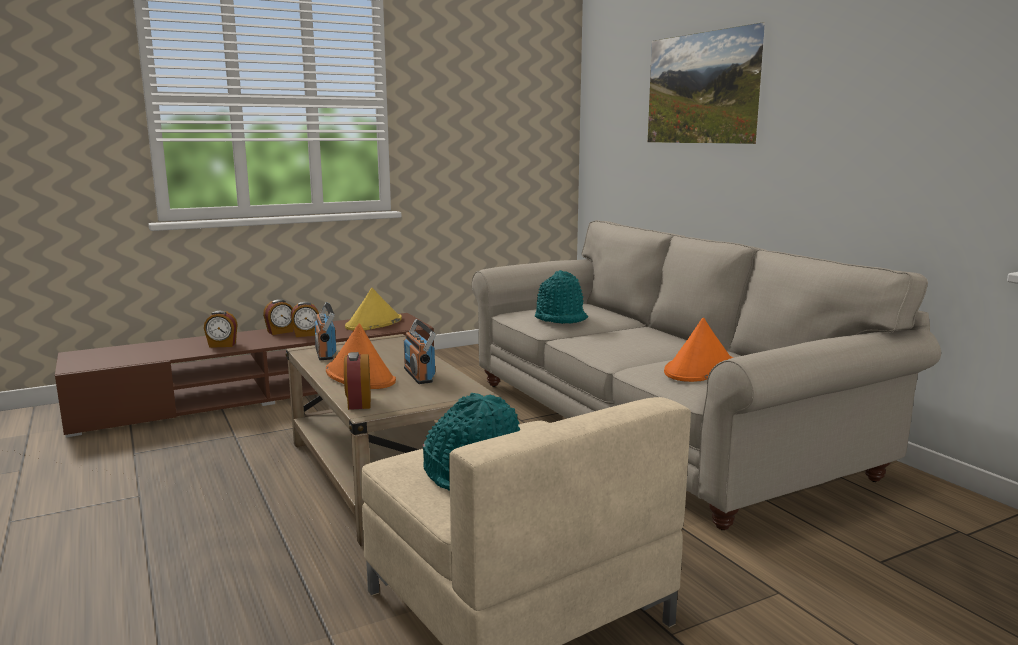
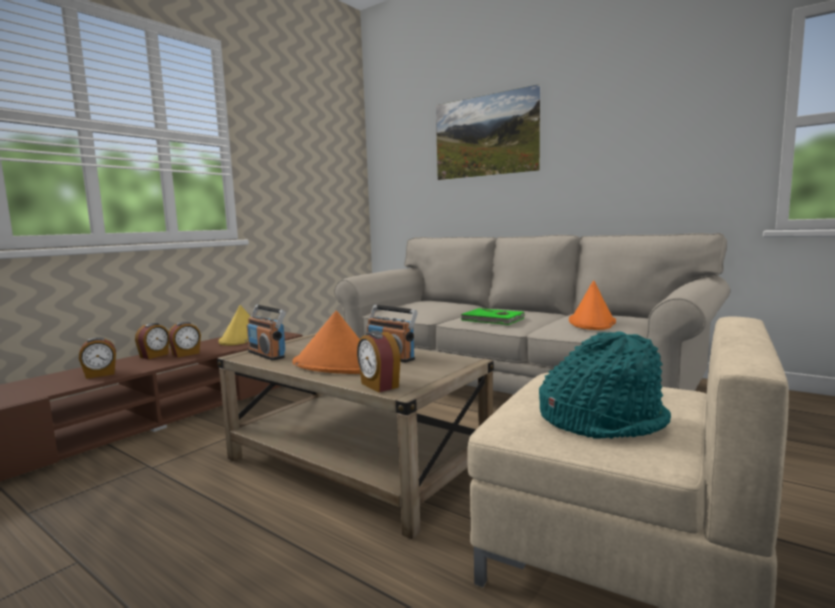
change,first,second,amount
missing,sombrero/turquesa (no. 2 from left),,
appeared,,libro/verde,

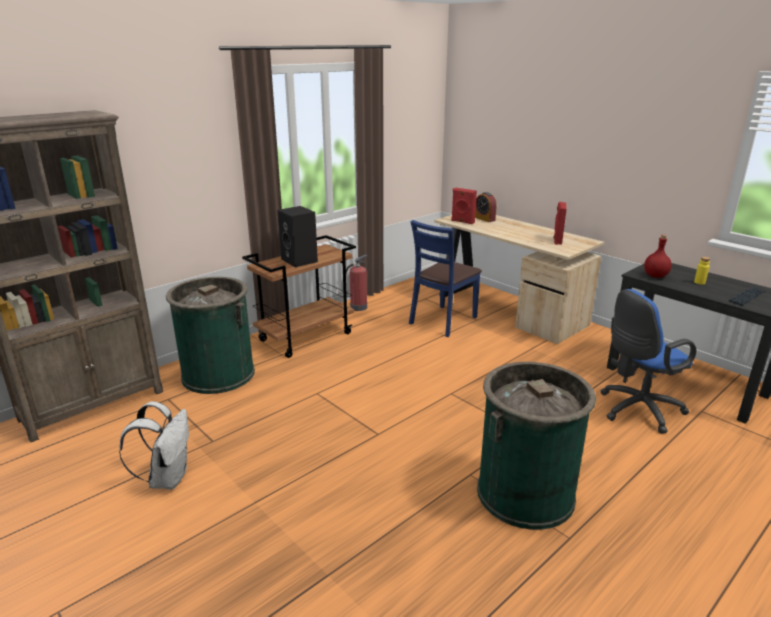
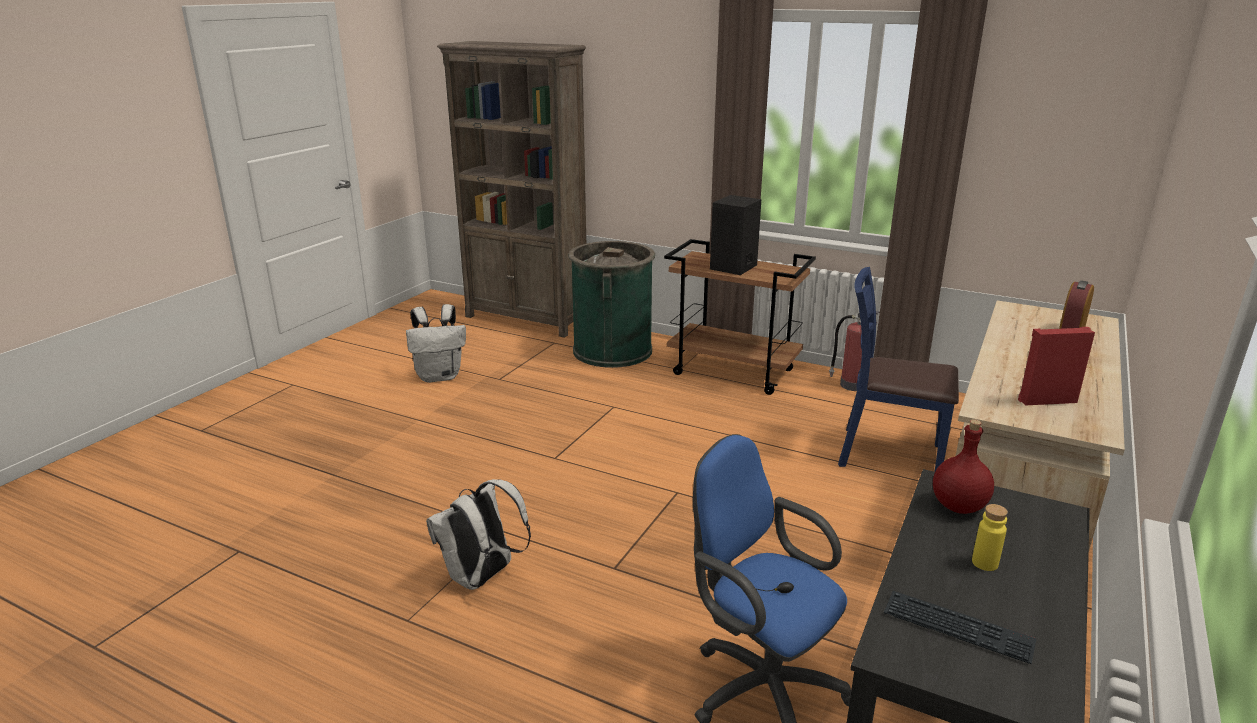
change,first,second,amount
missing,altavoz/rojo (no. 1 from left),,
exchanged,papelera/verde (no. 2 from left),mochila/blanco (no. 2 from left),

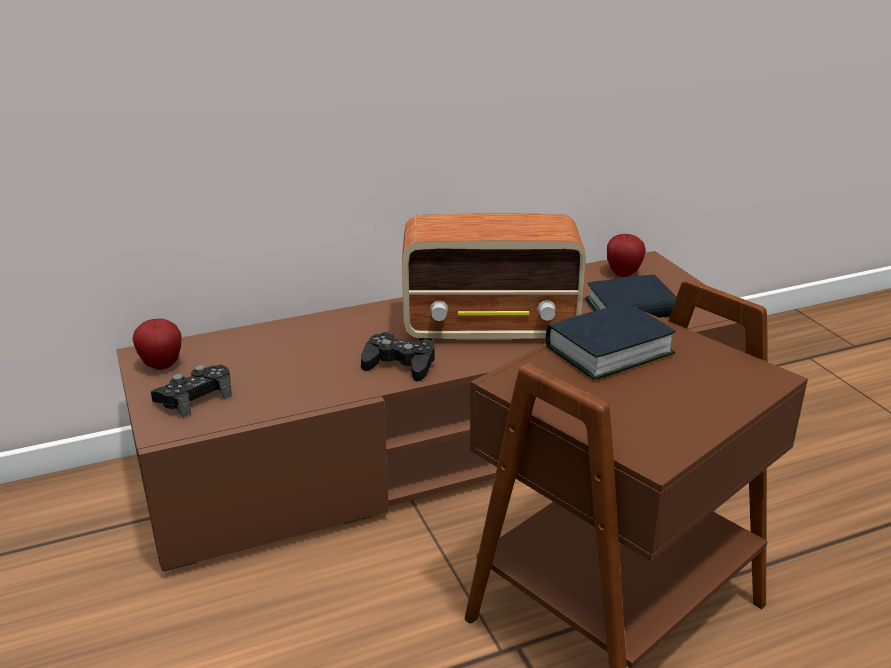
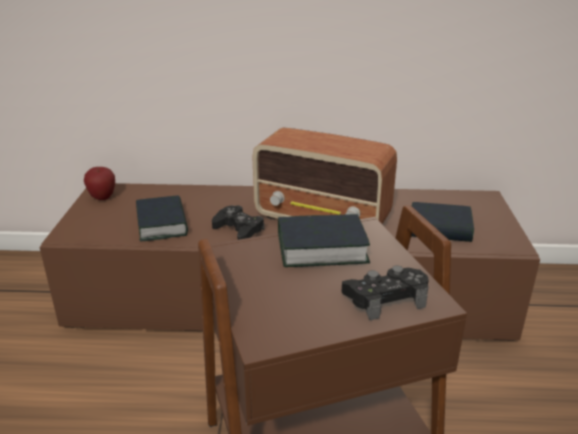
change,first,second,amount
relocated,mando de consola/negro (no. 1 from left in the first image),mando de consola/negro (no. 2 from left),
missing,manzana (no. 2 from left),,
appeared,,libro (no. 1 from left),

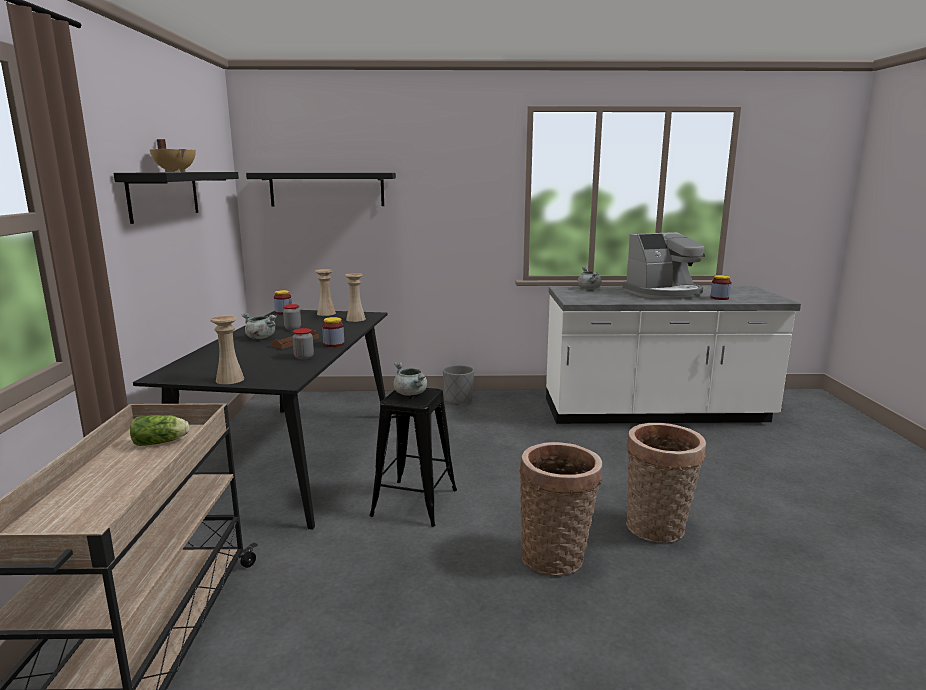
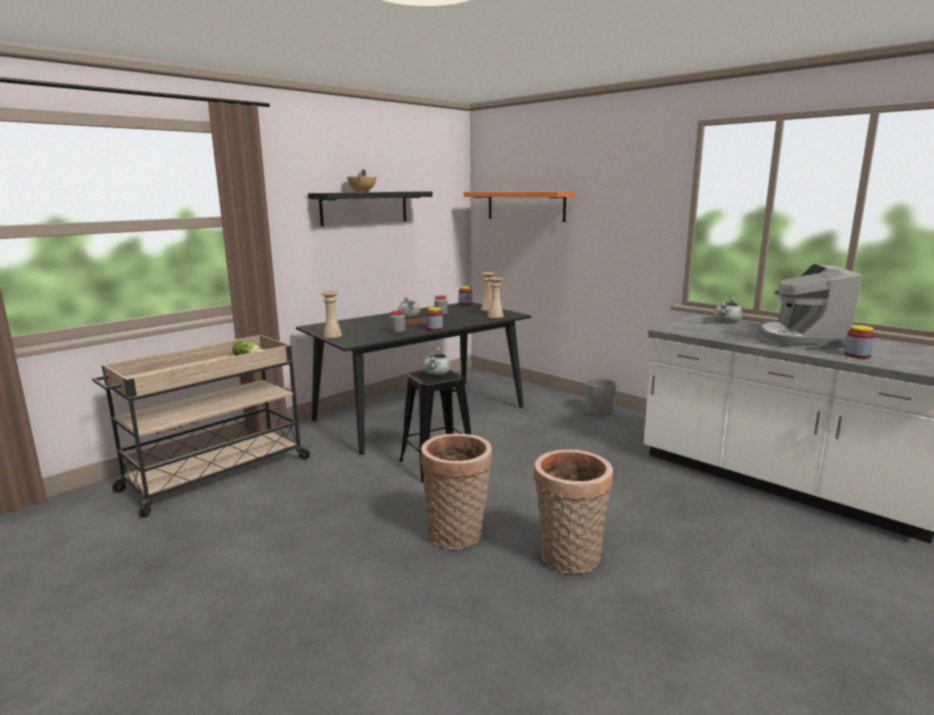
change,first,second,amount
colour,estante/negro (no. 2 from left),estante/naranja,
spun,cafetera,,75 degrees clockwise

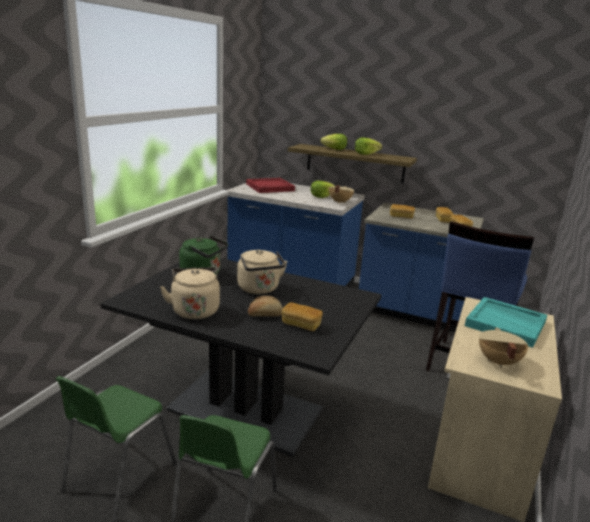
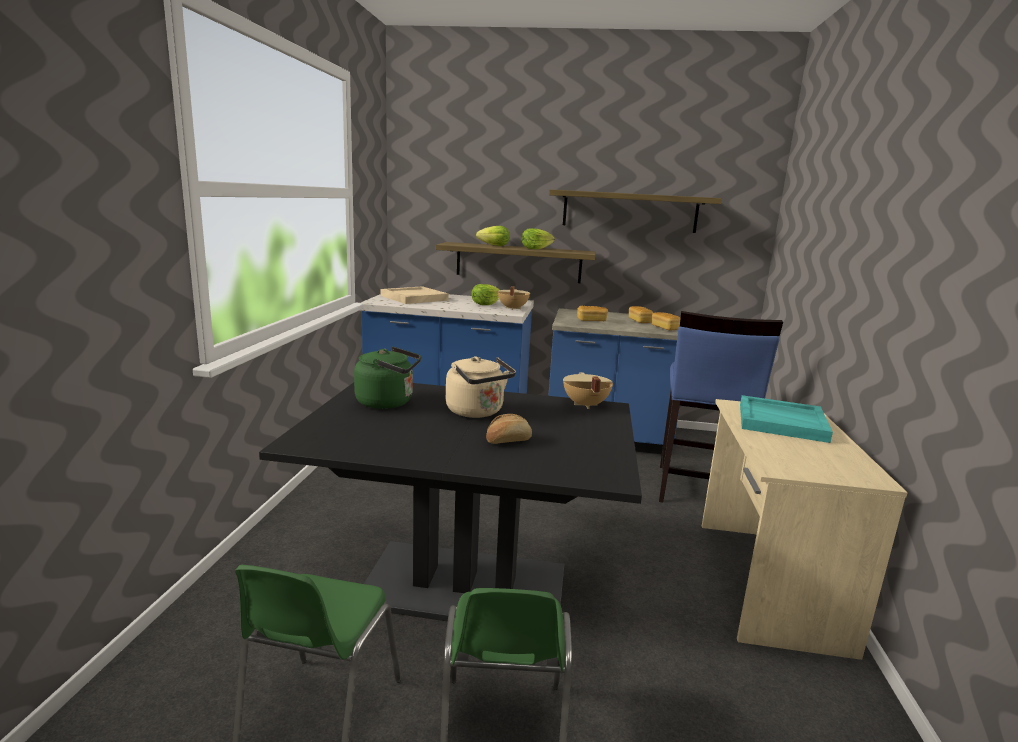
change,first,second,amount
missing,hervidor/beis (no. 1 from left),,
colour,bandeja/rojo,bandeja/beis,
missing,pan (no. 2 from left),,
relocated,olla/beis (no. 2 from left),,
appeared,,estante (no. 2 from left),

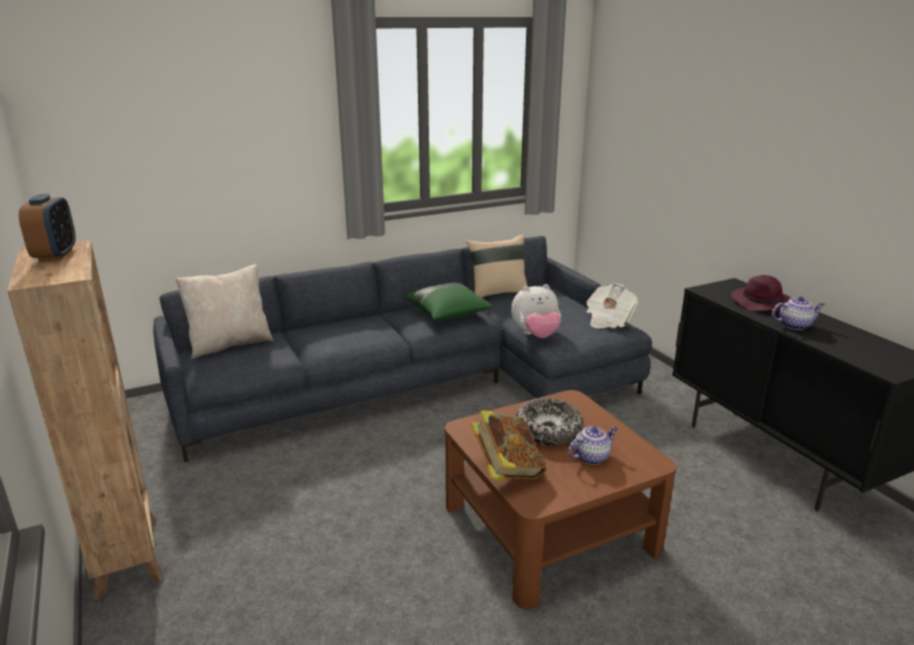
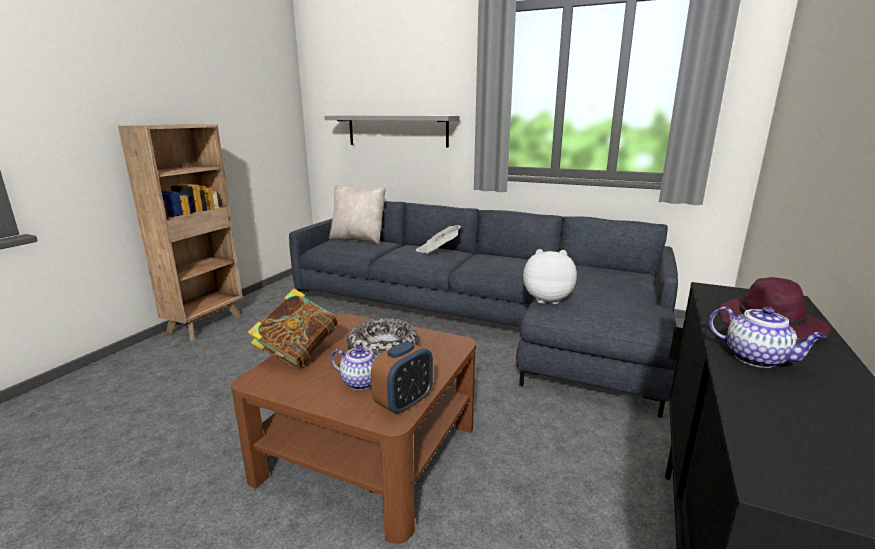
change,first,second,amount
relocated,despertador,,
missing,cojín/verde,,
missing,cojín/beis (no. 2 from left),,
spun,peluche,,150 degrees clockwise
relocated,periódico,,
appeared,,estante/gris,

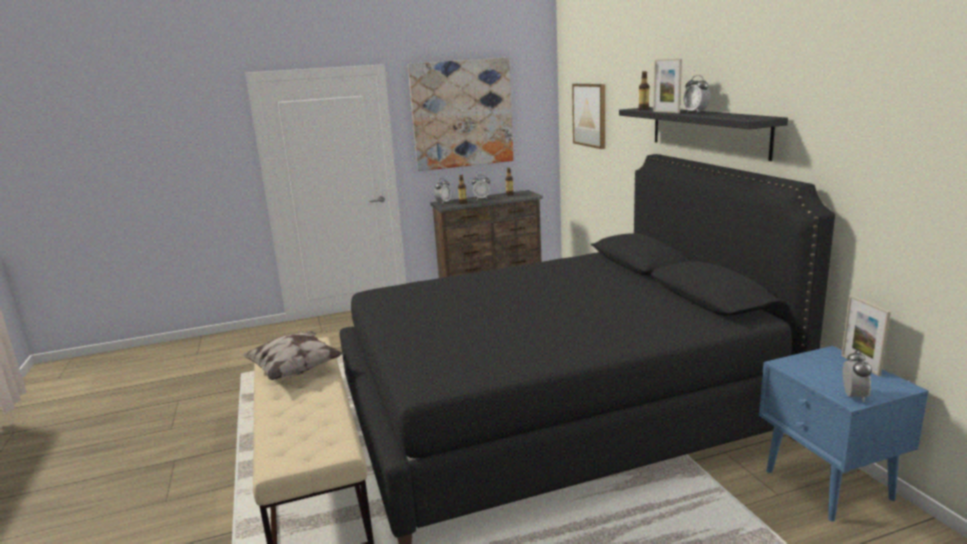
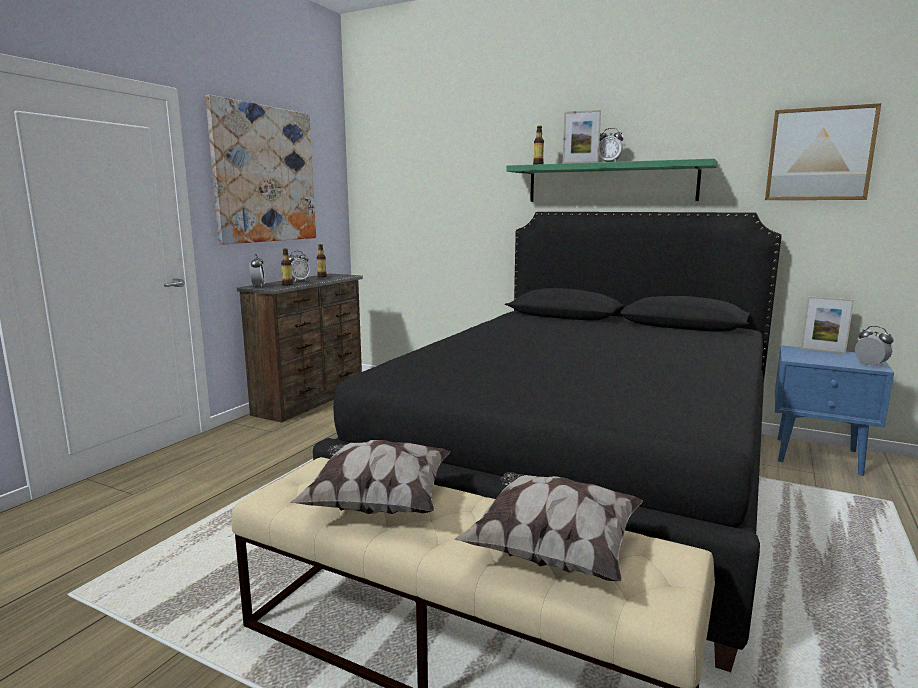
change,first,second,amount
relocated,cuadro (no. 2 from left),,
colour,estante/negro,estante/verde,
appeared,,cojín (no. 2 from left),

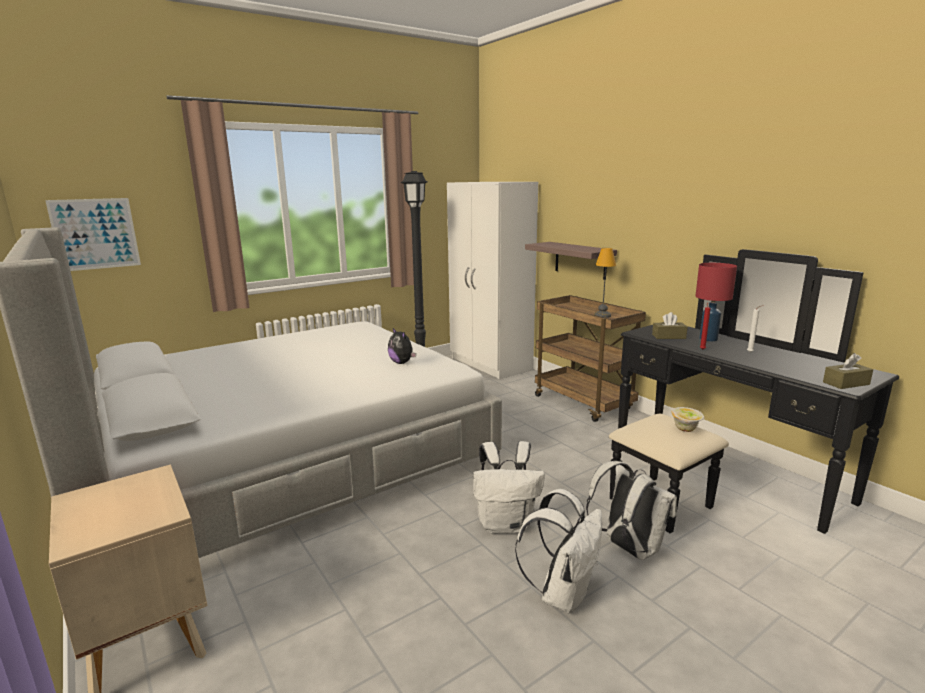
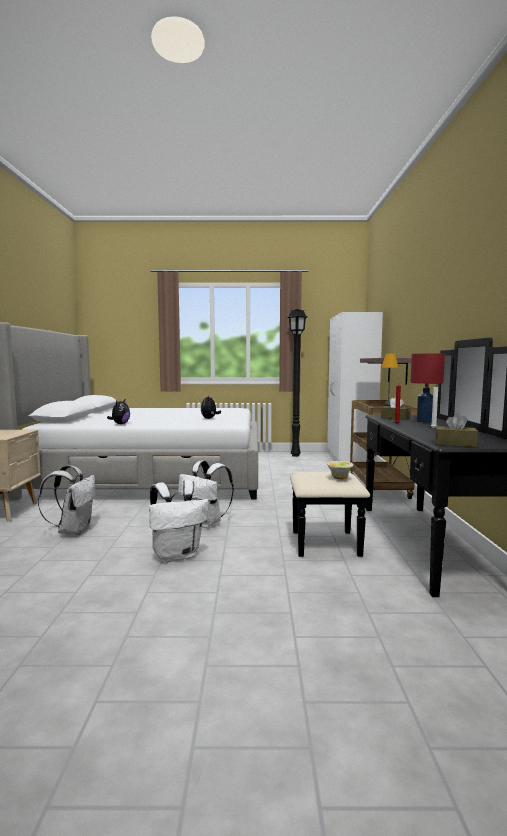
change,first,second,amount
missing,cuadro,,
relocated,mochila/blanco (no. 3 from left in the first image),mochila/blanco (no. 1 from left),
appeared,,peluche (no. 1 from left),

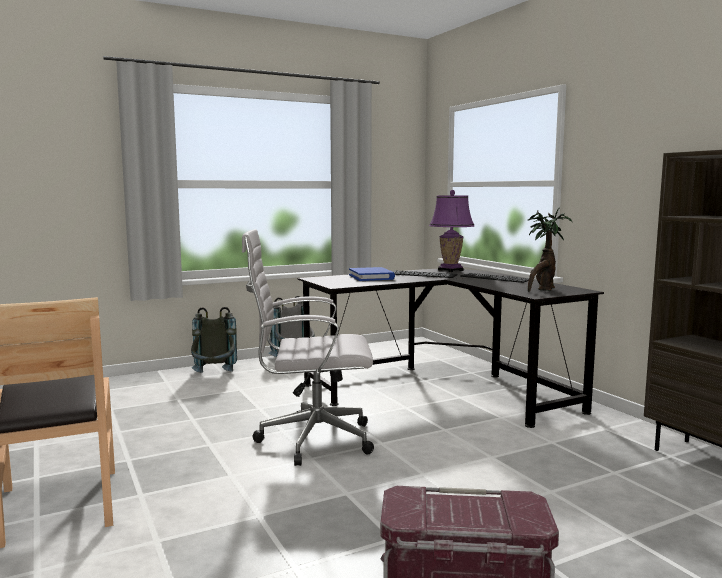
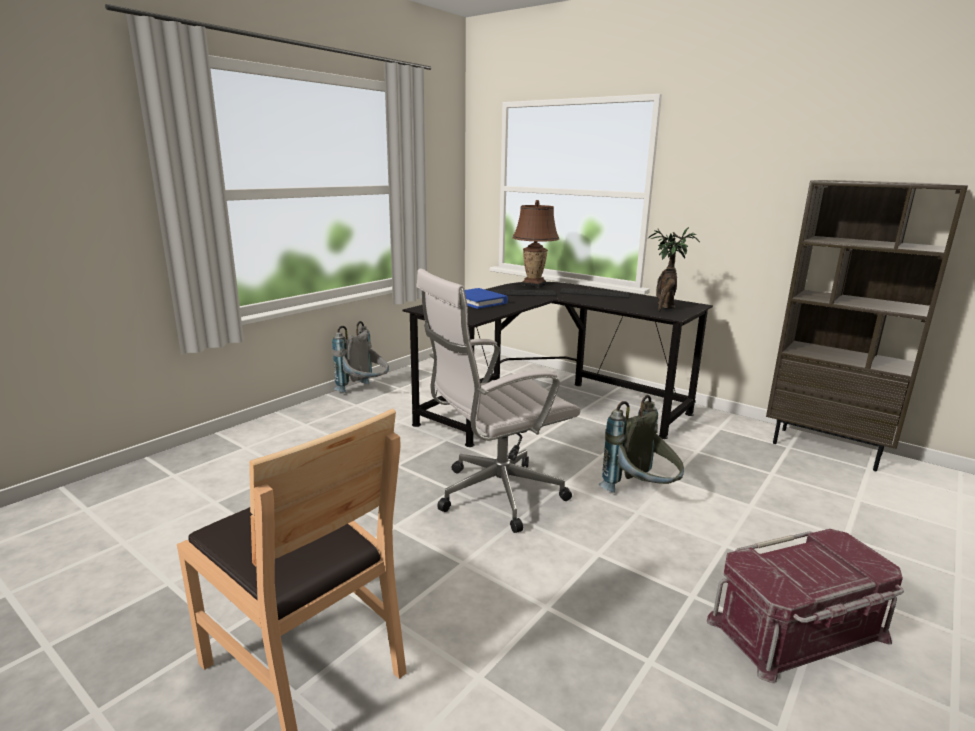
change,first,second,amount
relocated,mochila/gris (no. 1 from left in the first image),mochila/gris (no. 2 from left),
colour,lámpara de mesa/morado,lámpara de mesa/marrón,

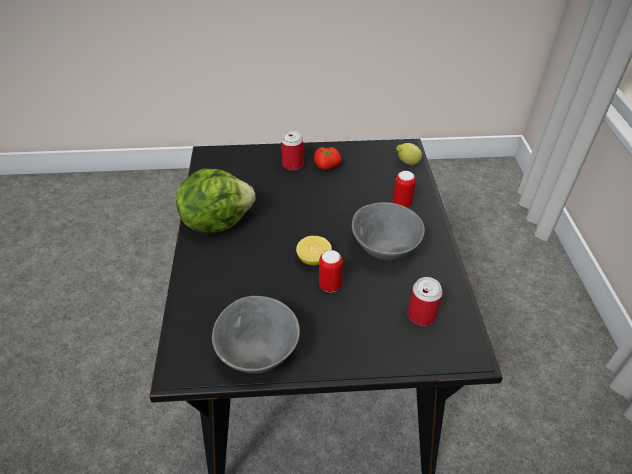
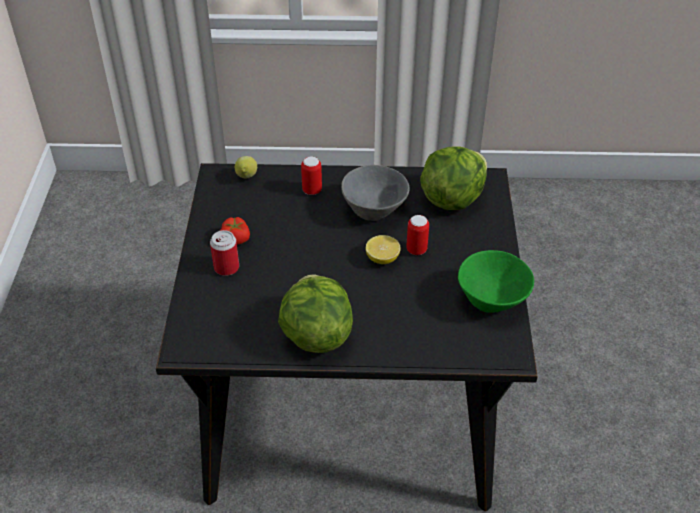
change,first,second,amount
colour,cuenco/gris (no. 1 from left),cuenco/verde,
exchanged,lata (no. 4 from left),lechuga (no. 2 from left),

